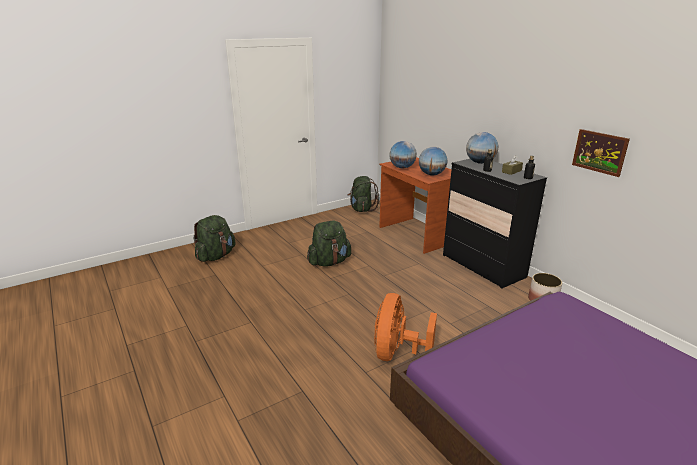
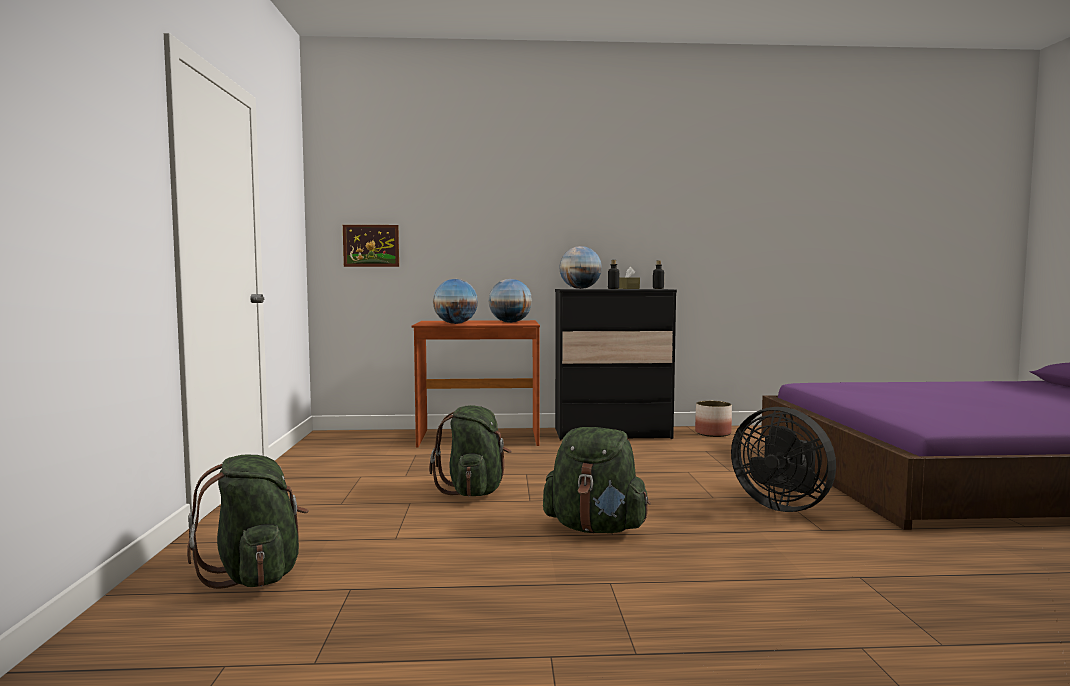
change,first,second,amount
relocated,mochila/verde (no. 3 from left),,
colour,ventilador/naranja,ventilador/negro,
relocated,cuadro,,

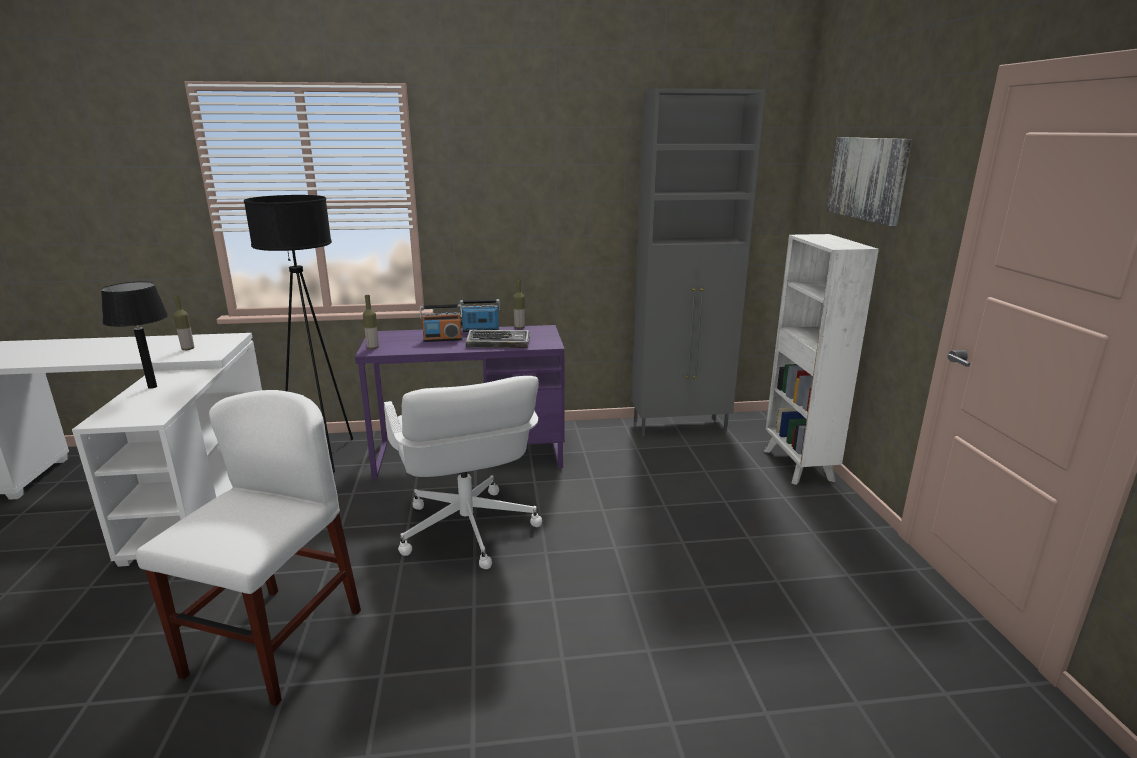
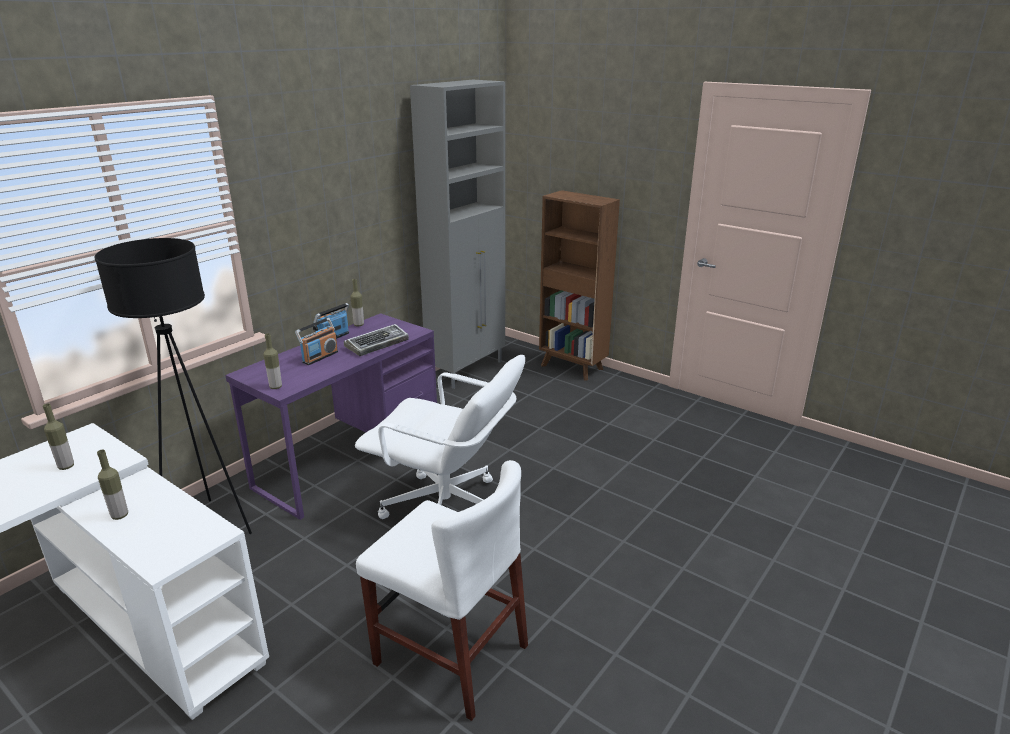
change,first,second,amount
exchanged,lámpara de mesa/negro,botella (no. 2 from left),
spun,silla/blanco,,150 degrees clockwise
colour,estantería/blanco,estantería/marrón,
missing,cuadro,,

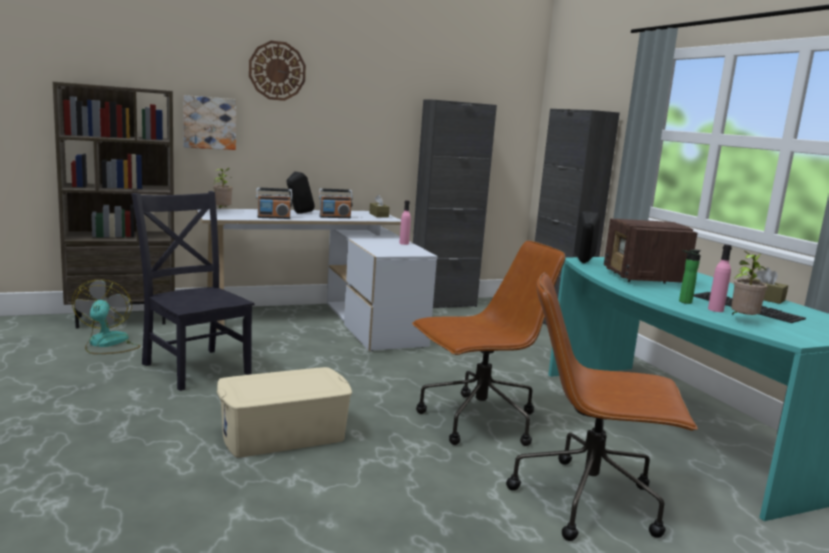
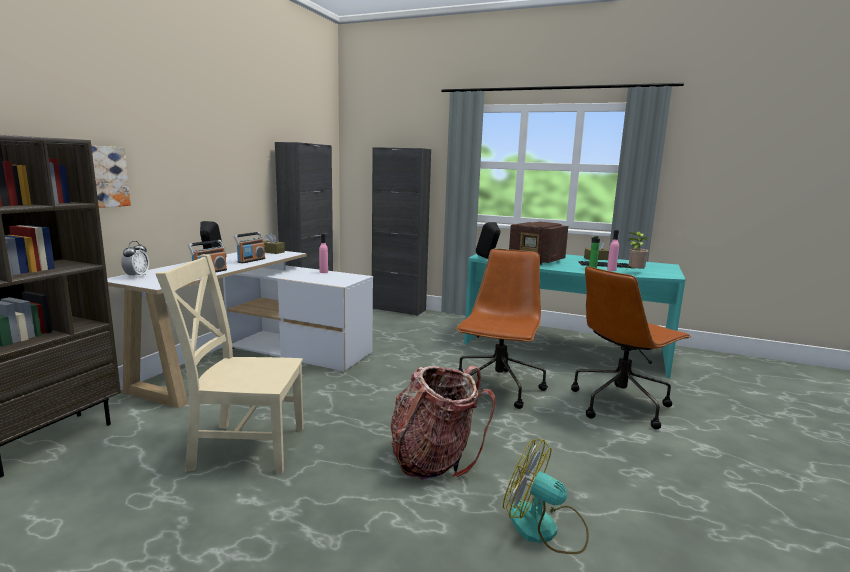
change,first,second,amount
relocated,ventilador,,
colour,silla/negro,silla/beis,
exchanged,planta en maceta (no. 1 from left),despertador,
exchanged,caja de almacenaje/beis,mochila,
missing,reloj de pared,,

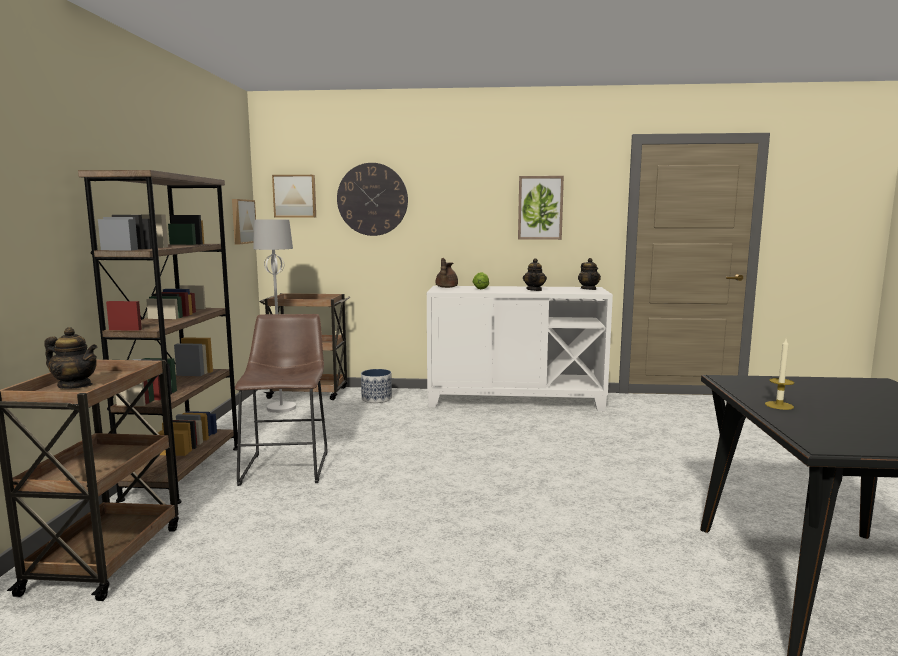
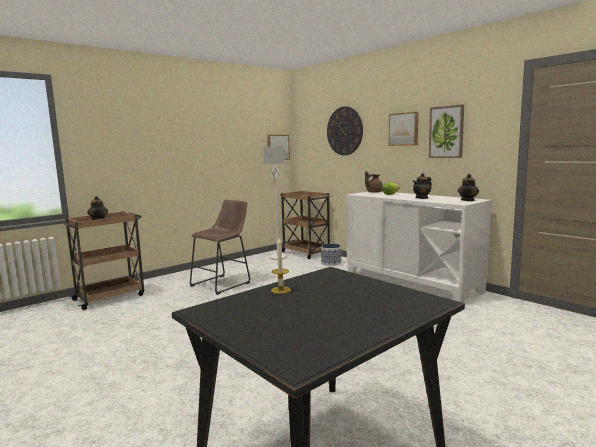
change,first,second,amount
missing,estantería/marrón,,
relocated,cuadro (no. 2 from left),,

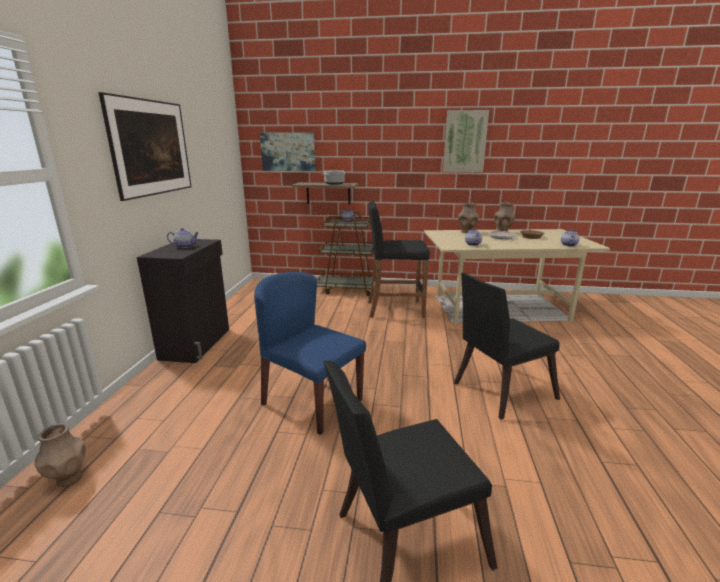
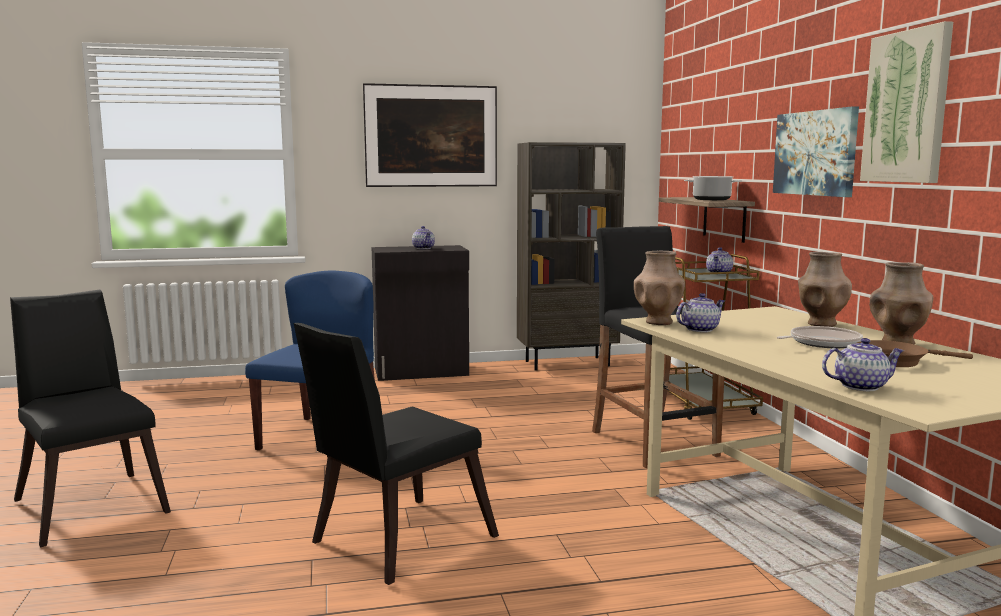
change,first,second,amount
relocated,florero/marrón (no. 1 from left),,
relocated,cuadro (no. 2 from left),,
spun,silla/negro (no. 2 from left),,90 degrees counterclockwise
appeared,,estantería/marrón,

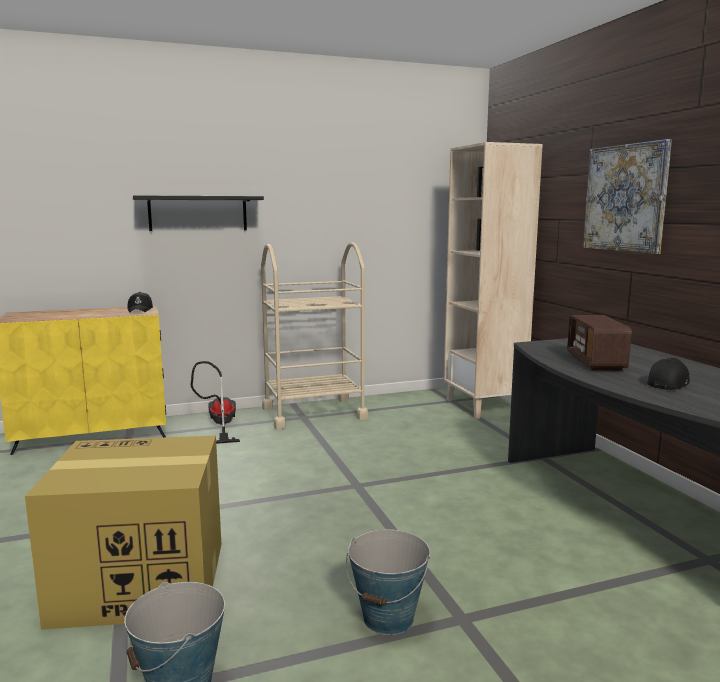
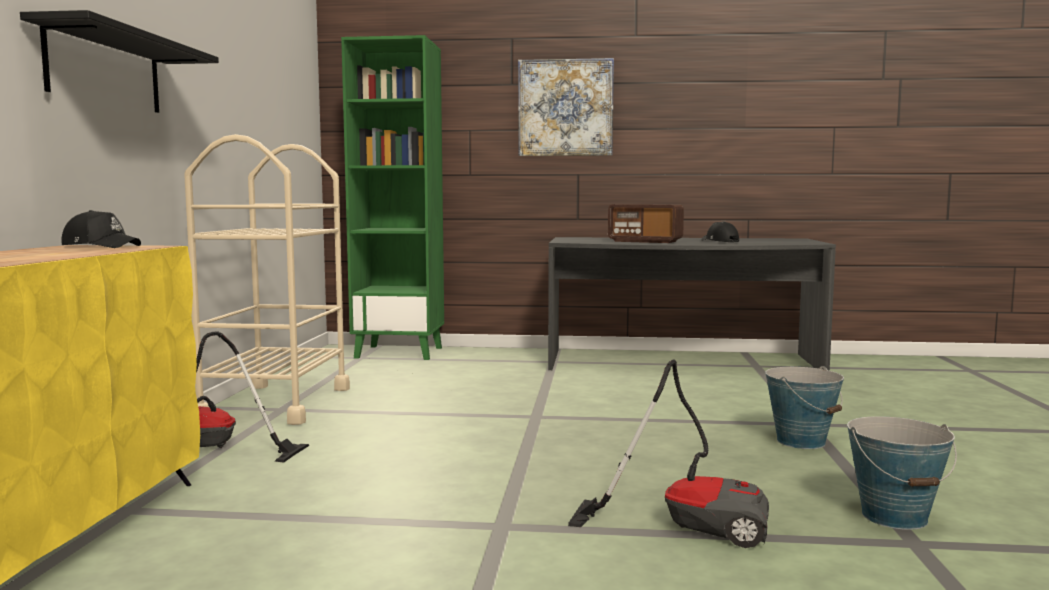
change,first,second,amount
exchanged,caja de cartón,aspiradora (no. 2 from left),
colour,estantería/beis,estantería/verde,

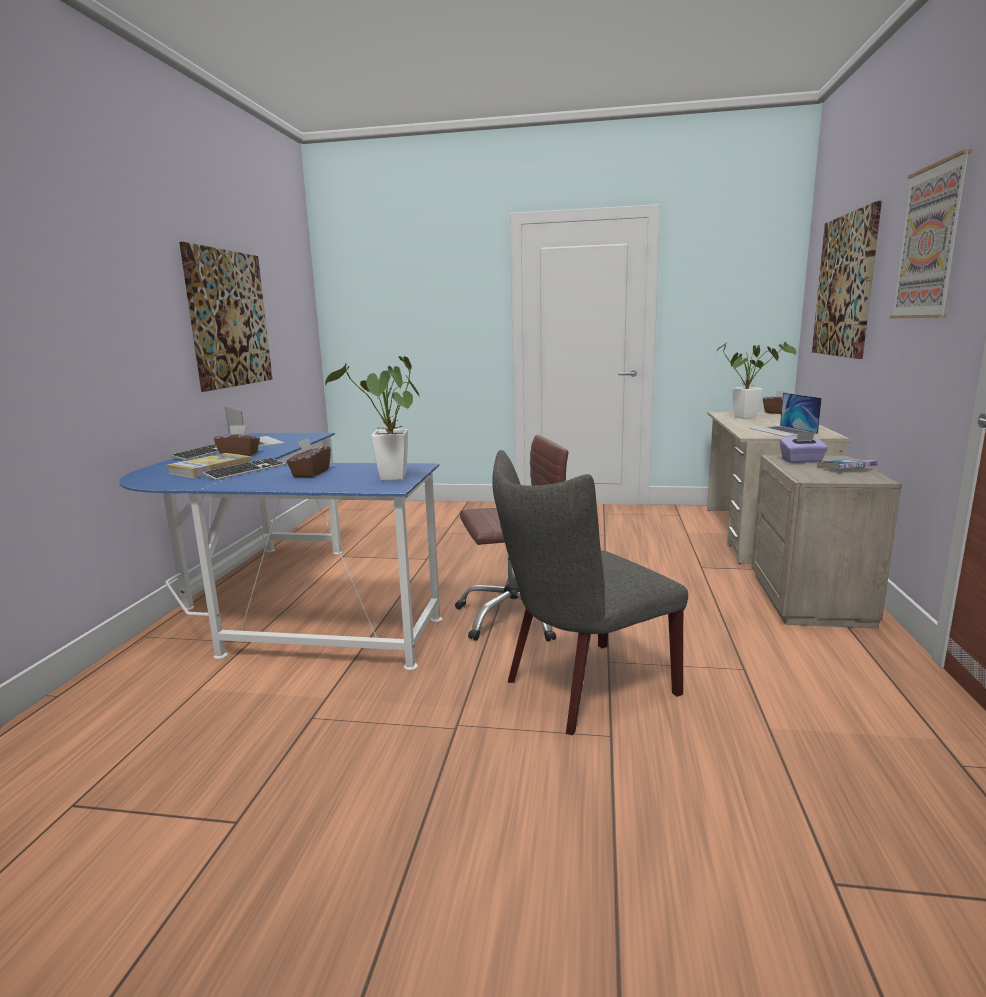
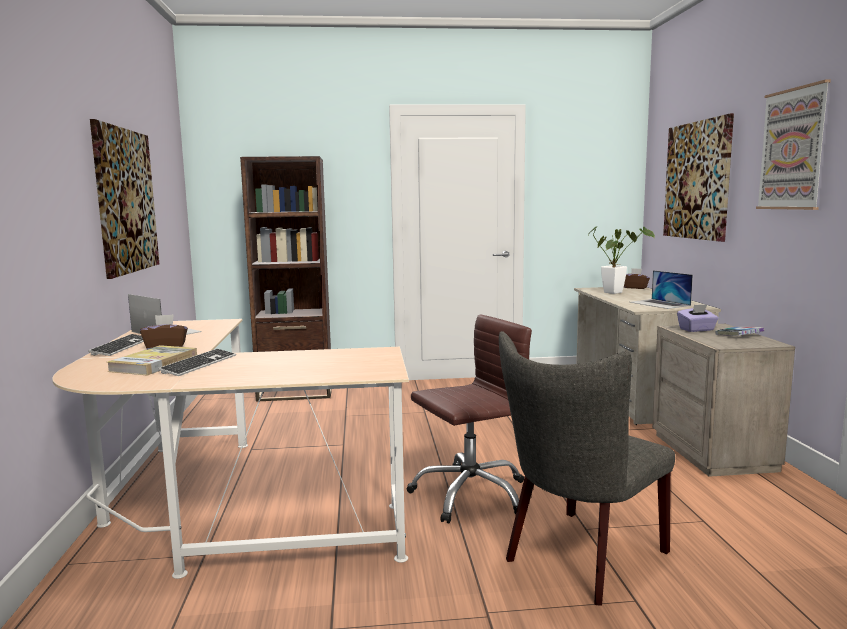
change,first,second,amount
colour,escritorio/azul,escritorio/beis (no. 1 from left),
missing,caja de pañuelos/marrón (no. 2 from left),,
missing,planta en maceta (no. 1 from left),,
appeared,,estantería/marrón,

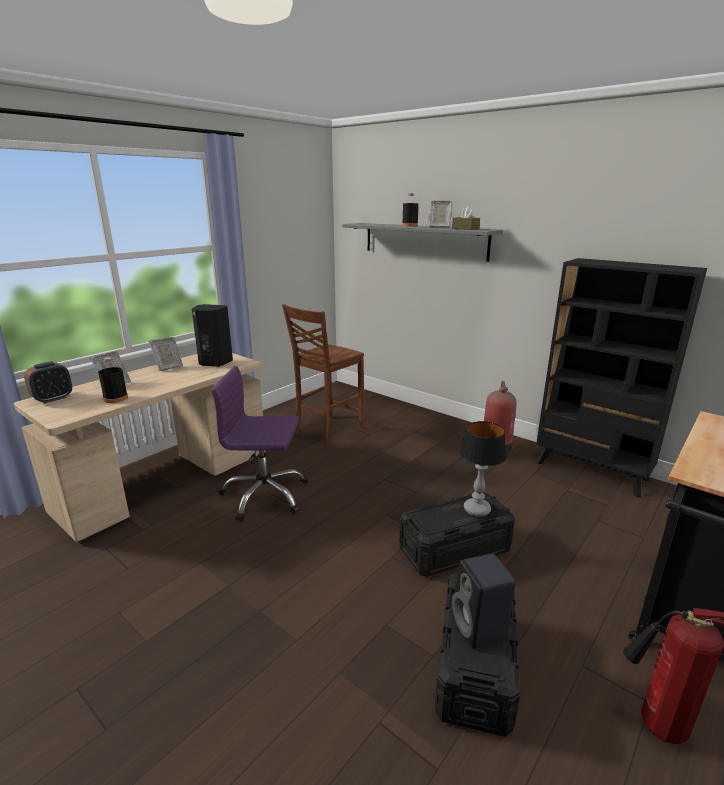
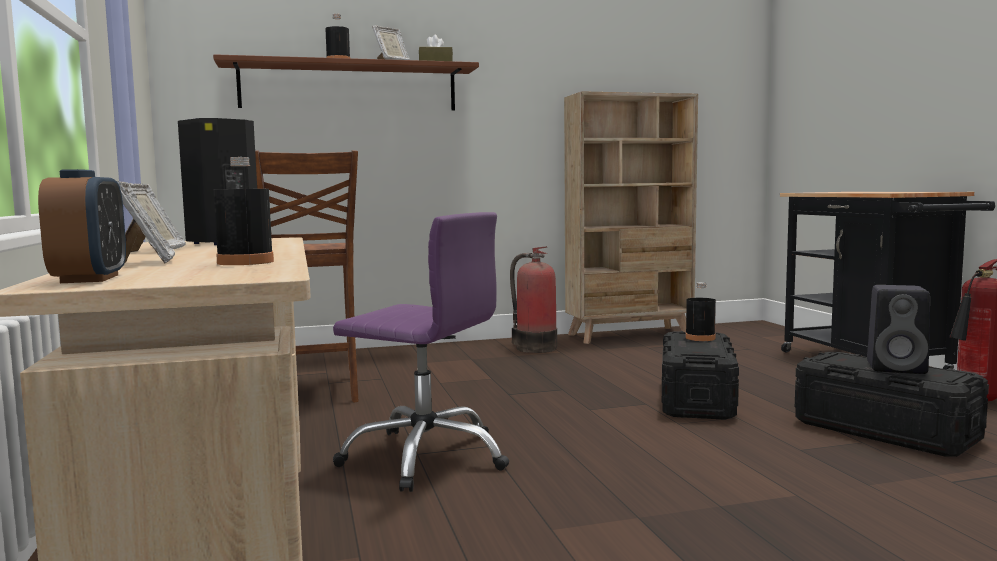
change,first,second,amount
spun,silla de oficina/morado,,105 degrees counterclockwise
colour,estante/gris,estante/marrón,
exchanged,lámpara de mesa,botella/negro (no. 3 from left),
colour,estantería/negro,estantería/beis,

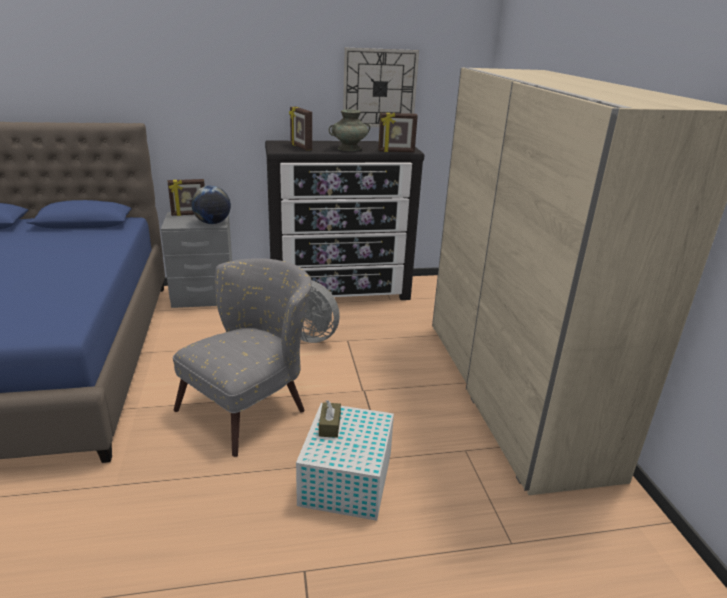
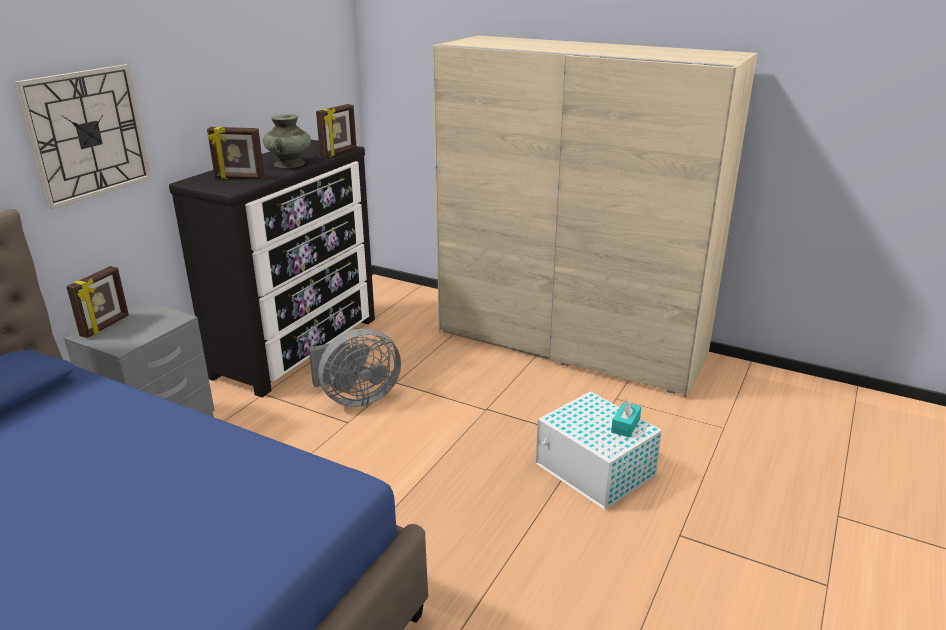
change,first,second,amount
missing,sillón/gris,,
missing,globo terráqueo,,
missing,caja de pañuelos/marrón,,
relocated,reloj de pared,,
appeared,,caja de pañuelos/turquesa,

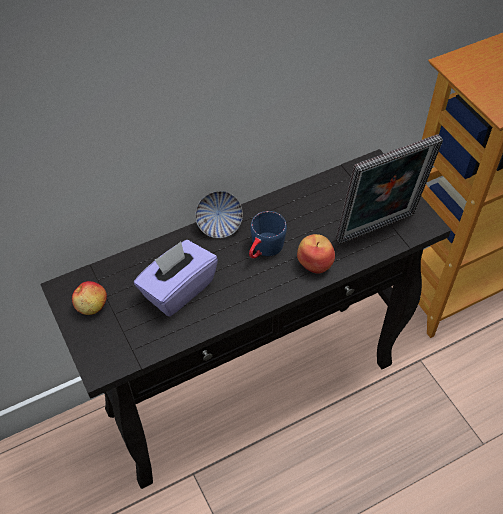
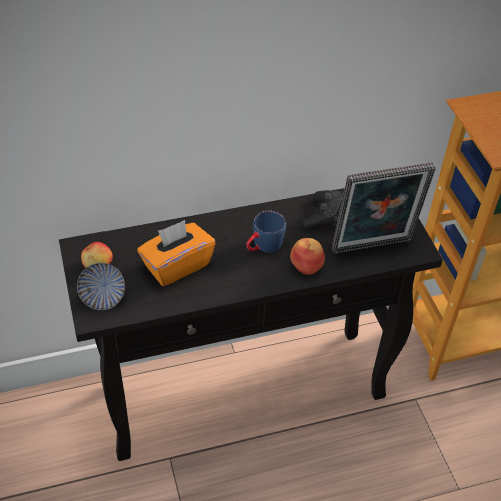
change,first,second,amount
colour,caja de pañuelos/morado,caja de pañuelos/naranja,
relocated,cuenco,,
appeared,,mando de consola/negro,

